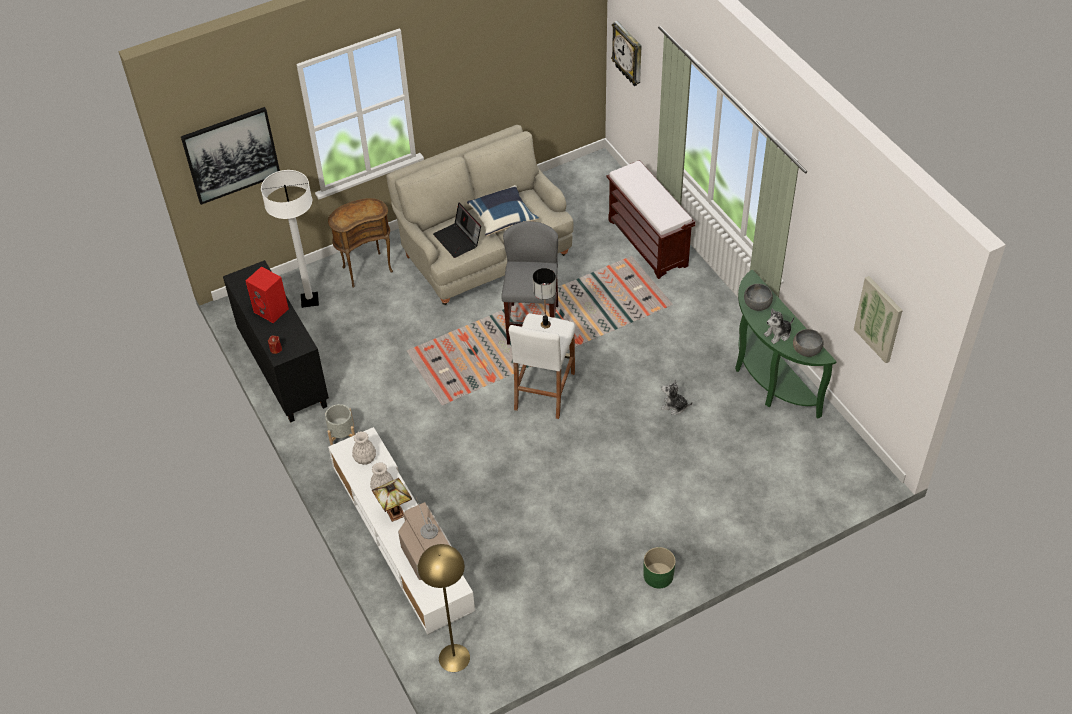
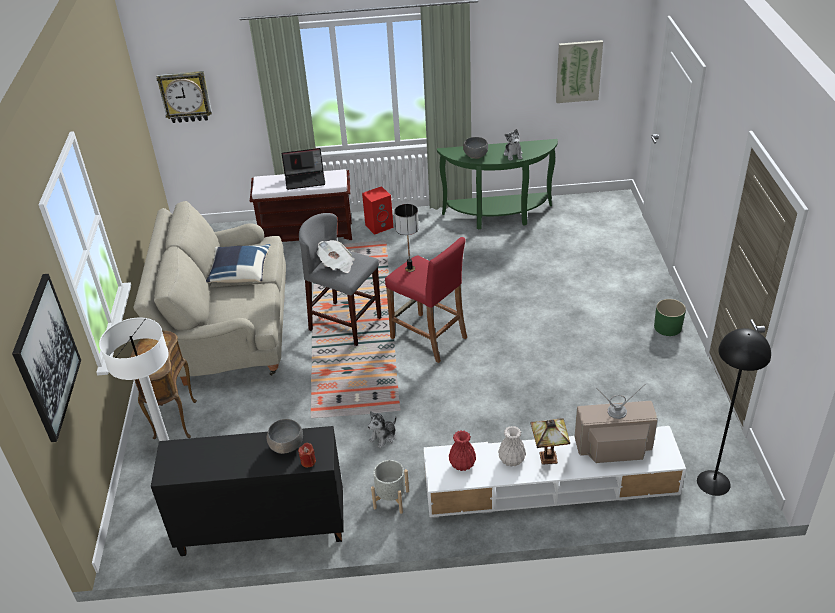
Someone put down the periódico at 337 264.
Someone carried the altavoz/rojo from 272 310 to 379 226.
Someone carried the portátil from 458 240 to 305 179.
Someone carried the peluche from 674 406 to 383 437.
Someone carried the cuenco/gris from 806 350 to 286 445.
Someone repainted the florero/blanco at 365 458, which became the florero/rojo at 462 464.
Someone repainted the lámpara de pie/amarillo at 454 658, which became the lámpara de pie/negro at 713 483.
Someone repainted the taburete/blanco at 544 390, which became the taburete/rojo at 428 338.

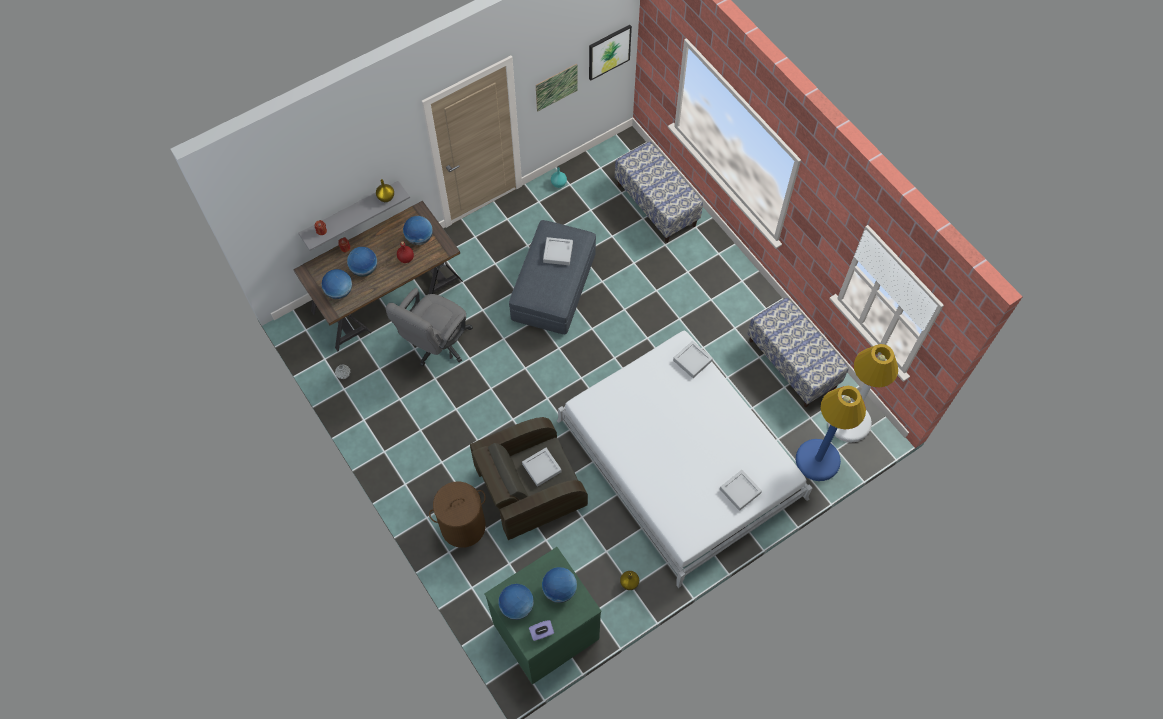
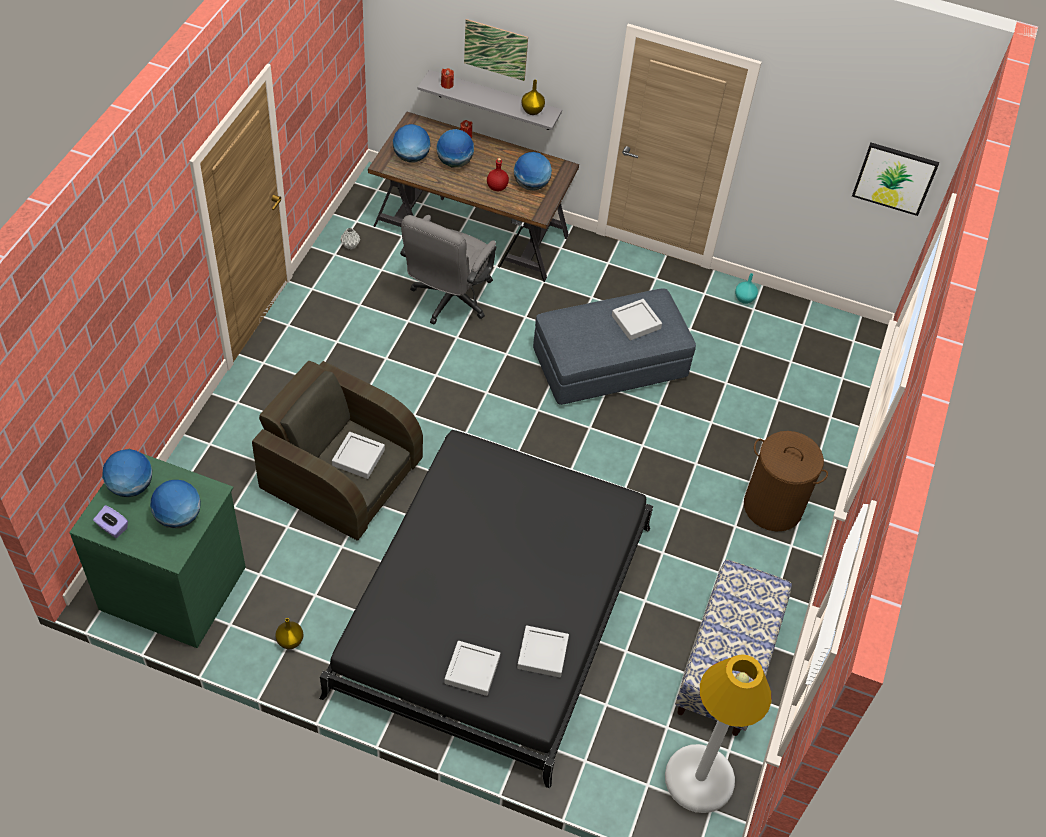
Someone took away the banco at 656 205.
Someone took away the lámpara de pie/azul at 817 460.
Someone carried the cesto de la ropa/marrón from 463 526 to 772 507.
Someone carried the cuadro from 556 87 to 495 49.
Someone carried the bandeja/gris from 692 361 to 542 653.
Someone repainted the cama/blanco at 680 459, which became the cama/negro at 493 608.
Someone rotated the silla de oficina/gris at 436 345 by 60 degrees counterclockwise.

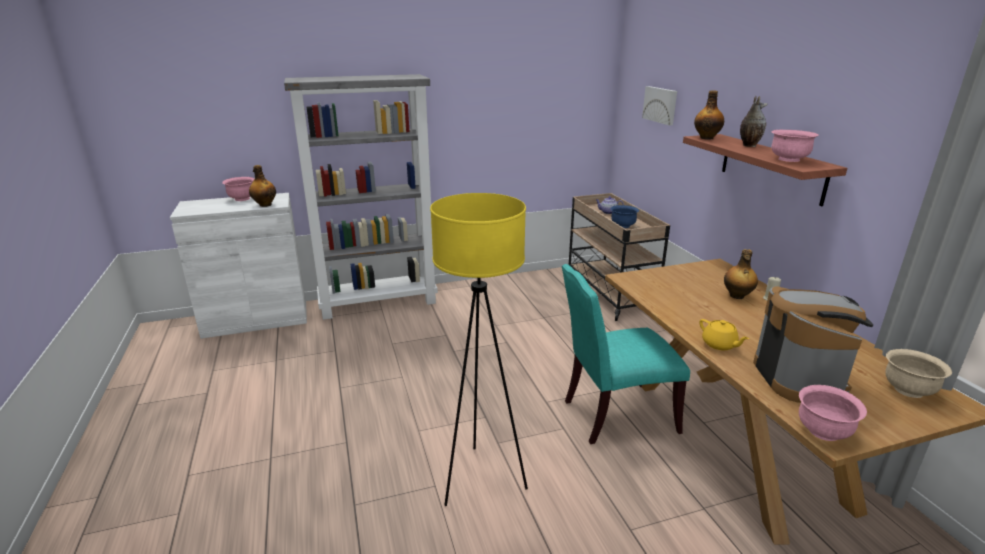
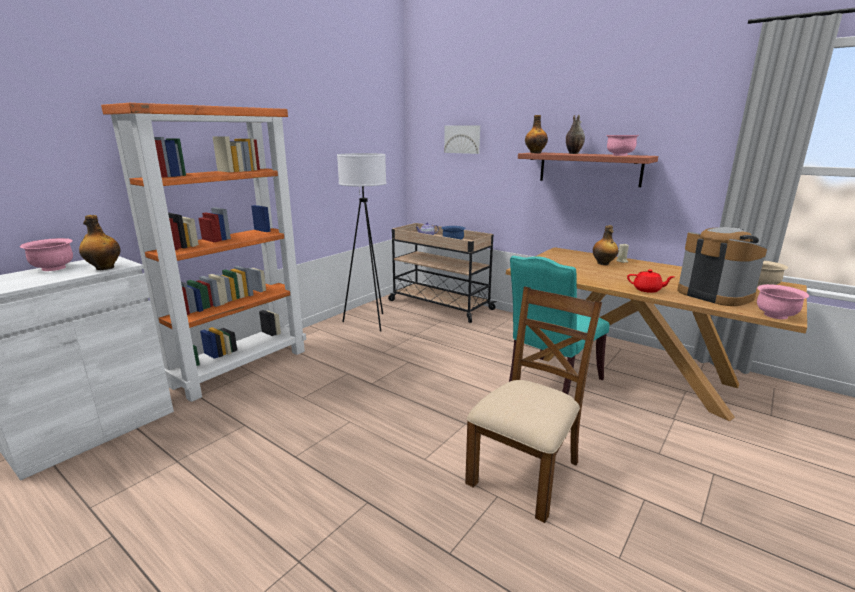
Someone put down the lámpara de pie/blanco at 369 322.
Someone swapped the lámpara de pie/amarillo at 481 480 for the silla/marrón at 526 472.
Someone repainted the estantería/gris at 379 302, which became the estantería/naranja at 242 367.
Someone repainted the tetera/amarillo at 719 345, which became the tetera/rojo at 647 290.

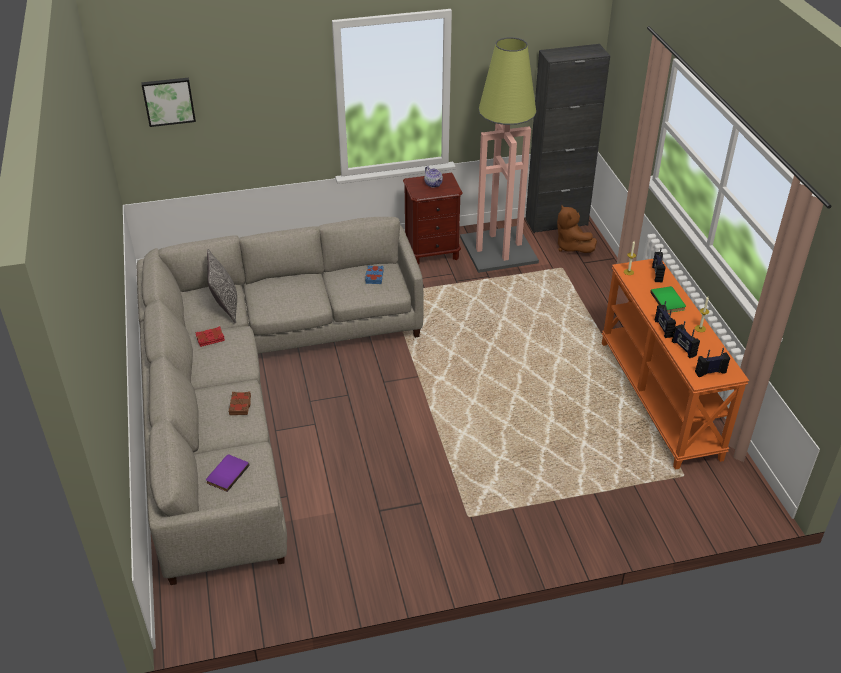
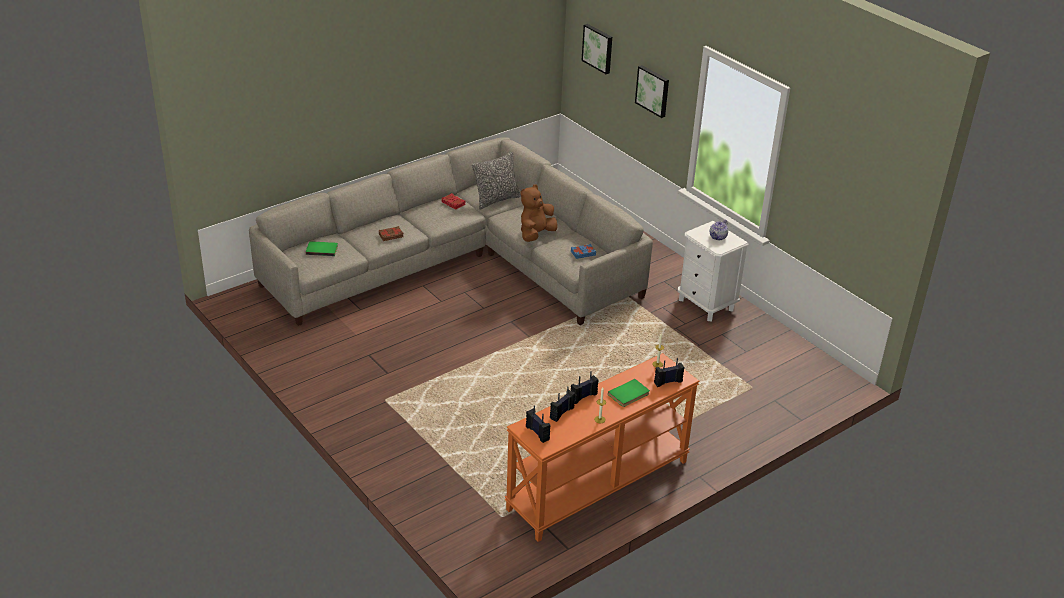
Someone took away the lámpara de pie at 499 249.
Someone took away the armario/negro at 556 222.
Someone put up the cuadro at 653 90.
Someone carried the peluche/marrón from 571 247 to 536 234.
Someone repainted the libro/morado at 226 473, which became the libro/verde at 322 249.
Someone repainted the mesita de noche/marrón at 432 252, which became the mesita de noche/blanco at 706 305.

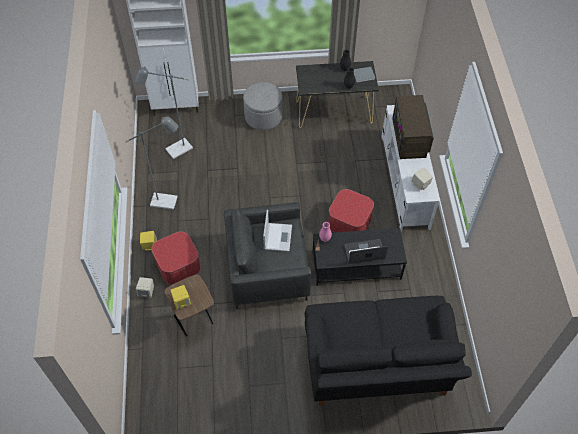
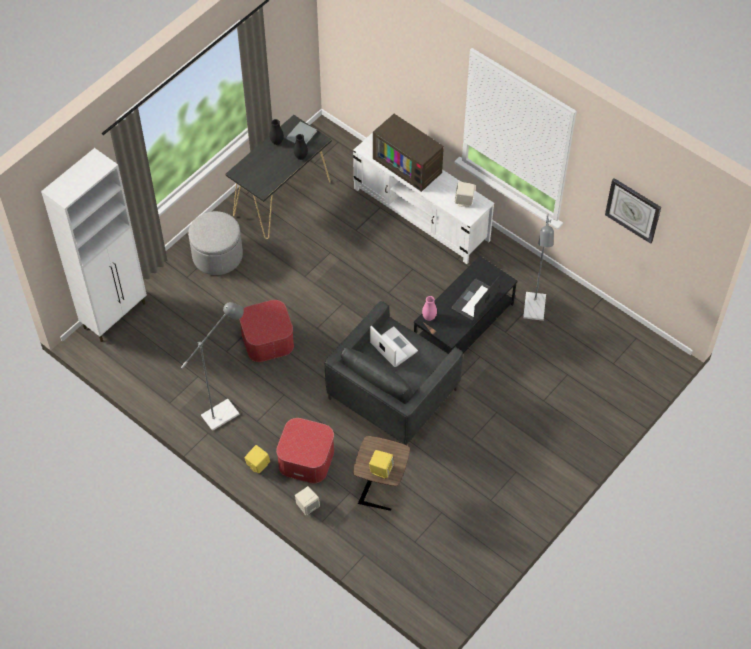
Someone took away the sofá/negro at 376 367.
Someone put up the reloj de pared at 633 210.
Someone carried the lámpara de pie/gris from 175 151 to 534 312.
Someone carried the puf from 349 221 to 267 339.

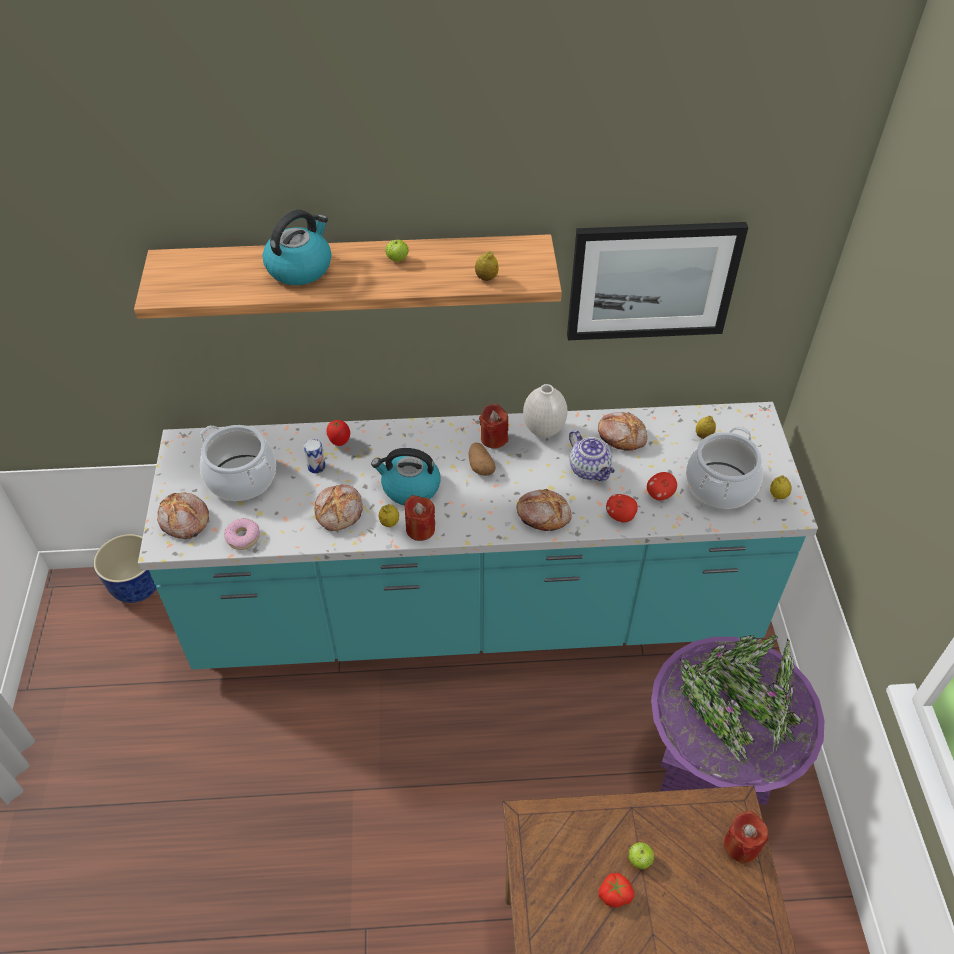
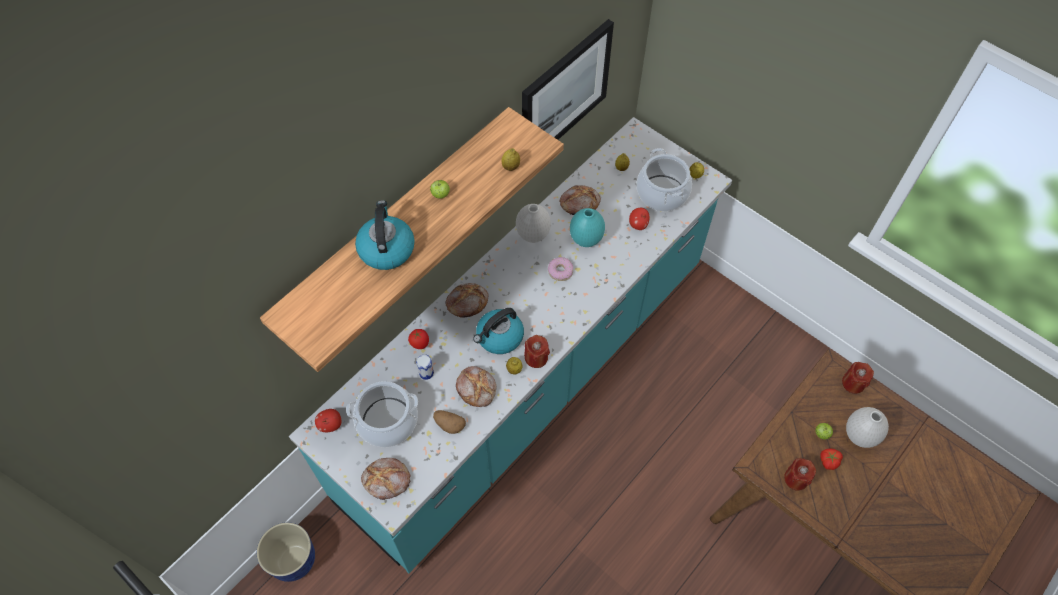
Someone took away the maceta/morado at 711 773.
Someone put down the florero/blanco at 858 436.
Someone carried the rosquilla from 243 537 to 560 271.
Someone carried the patata from 480 466 to 449 424.
Someone carried the vela/rojo from 494 438 to 796 479.
Someone carried the pan from 543 514 to 467 302.
Someone carried the manzana from 620 516 to 330 425.
Someone swapped the tetera at 590 470 for the florero/turquesa at 586 240.

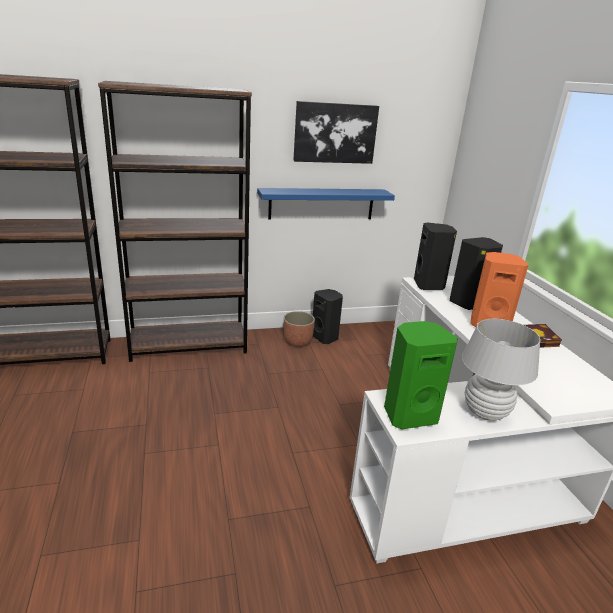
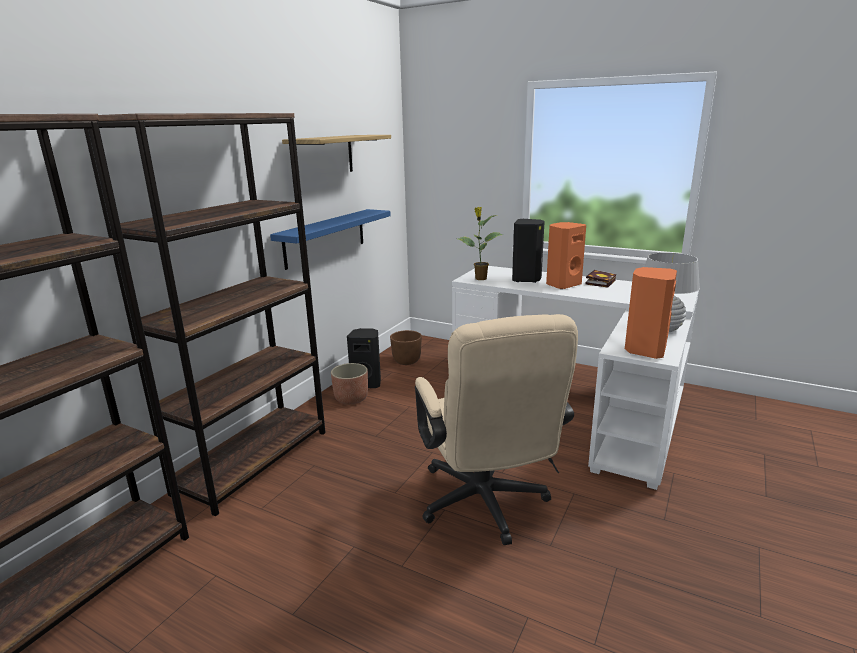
Someone put down the maceta/marrón at 406 362.
Someone put down the silla de oficina/beis at 486 506.
Someone swapped the cuadro at 335 133 for the estante at 324 156.
Someone swapped the altavoz/negro at 429 285 for the planta en maceta at 480 278.
Someone repainted the altavoz/verde at 409 414, which became the altavoz/naranja at 644 350.

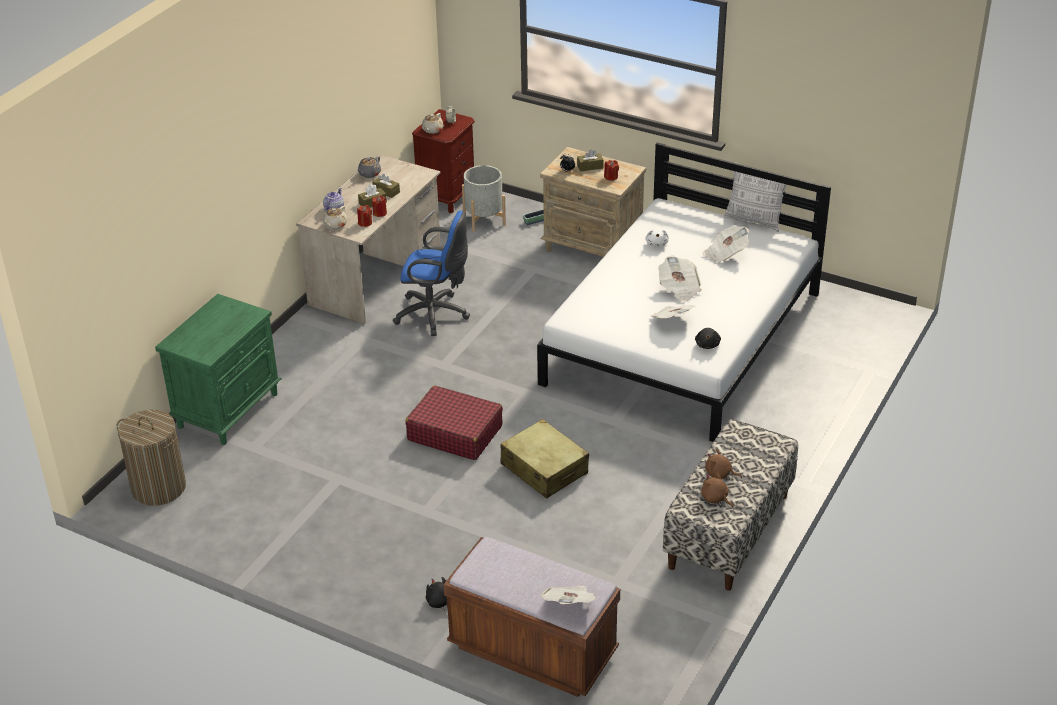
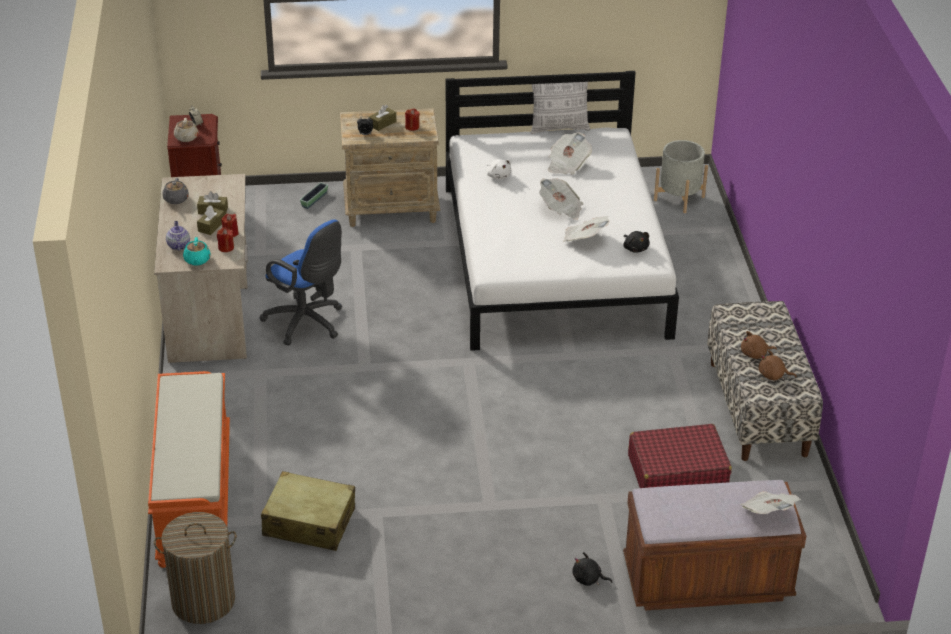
Someone carried the maleta/rojo from 454 433 to 677 472.
Someone carried the maceta/gris from 484 219 to 679 198.
Someone carried the maleta/beis from 544 469 to 309 522.
Someone swapped the mesita de noche/verde at 228 409 for the banco/naranja at 194 495.
Someone repainted the tetera/beis at 335 225, which became the tetera/turquesa at 197 260.
Someone rotated the silla de oficina/azul at 435 314 by 60 degrees clockwise.

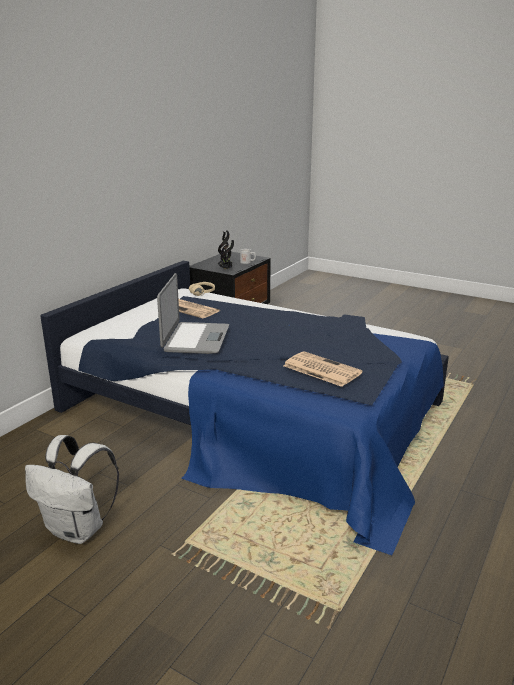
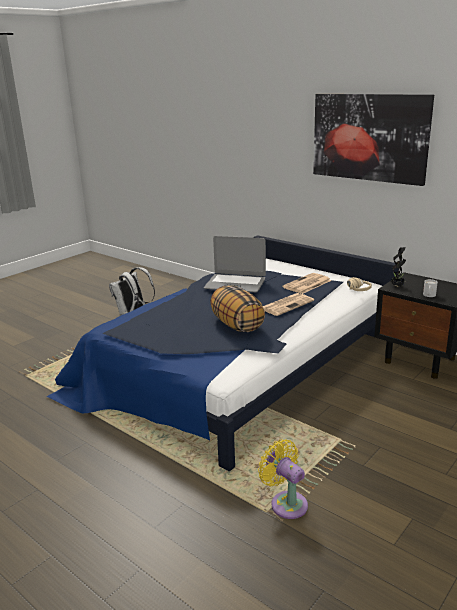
Someone put down the cojín at 237 325.
Someone put down the ventilador/amarillo at 286 502.
Someone put up the cuadro at 369 137.
Someone carried the periódico from 320 369 to 286 304.

